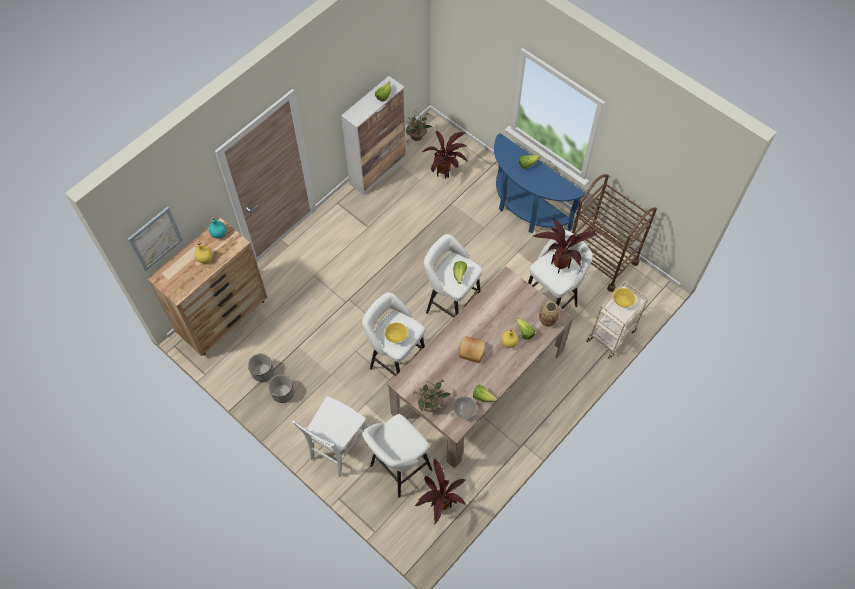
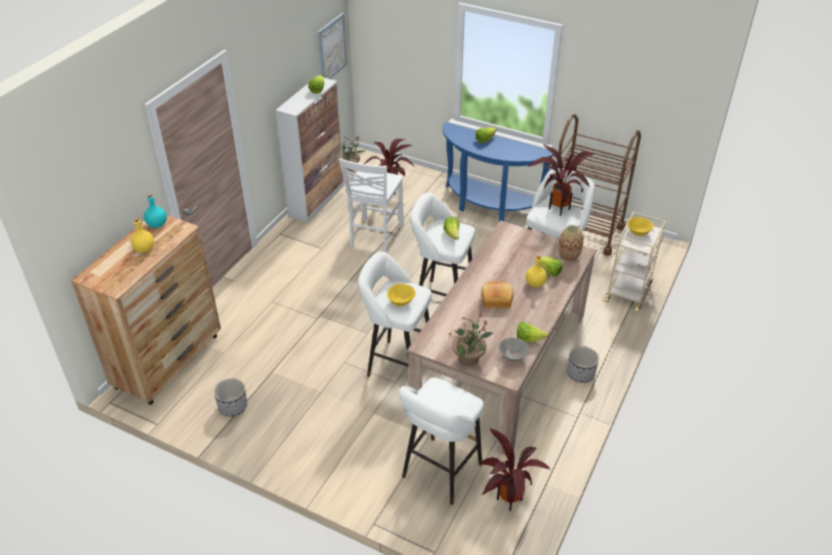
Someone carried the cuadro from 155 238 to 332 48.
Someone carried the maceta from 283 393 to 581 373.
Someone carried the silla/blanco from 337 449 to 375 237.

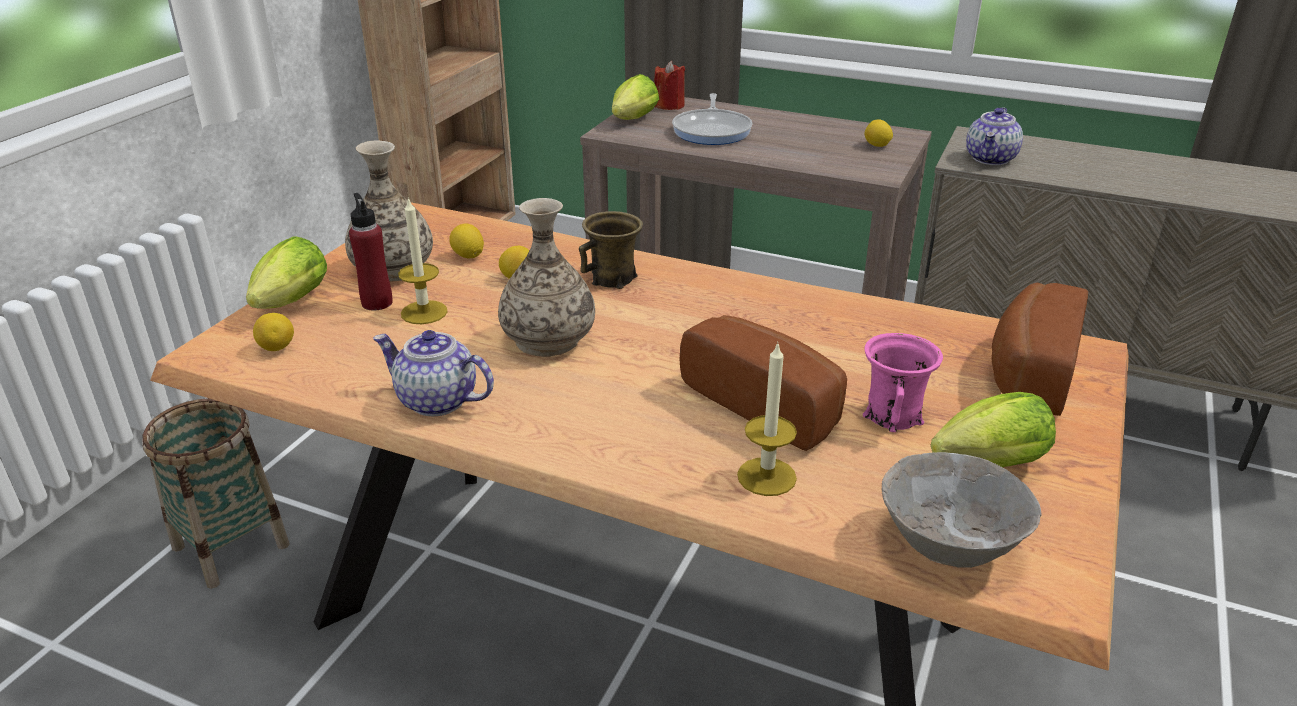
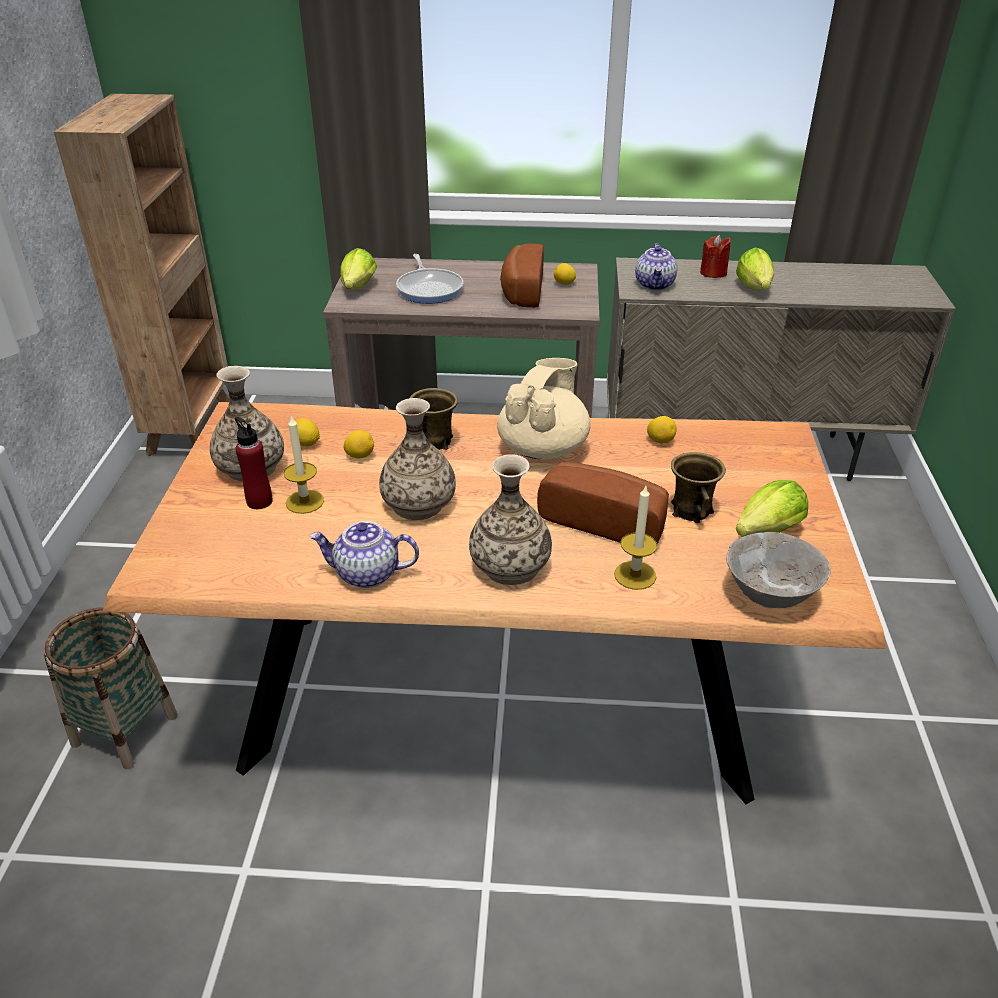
Someone put down the florero at 510 566.
Someone put down the tetera/beis at 543 448.
Someone carried the lechuga from 289 305 to 755 289.
Someone carried the limón from 277 348 to 660 441.
Someone carried the vela/rojo from 669 105 to 713 273.
Someone carried the pan from 1028 371 to 521 291.
Someone repainted the taza grande/rosa at 894 415, which became the taza grande/marrón at 692 510.

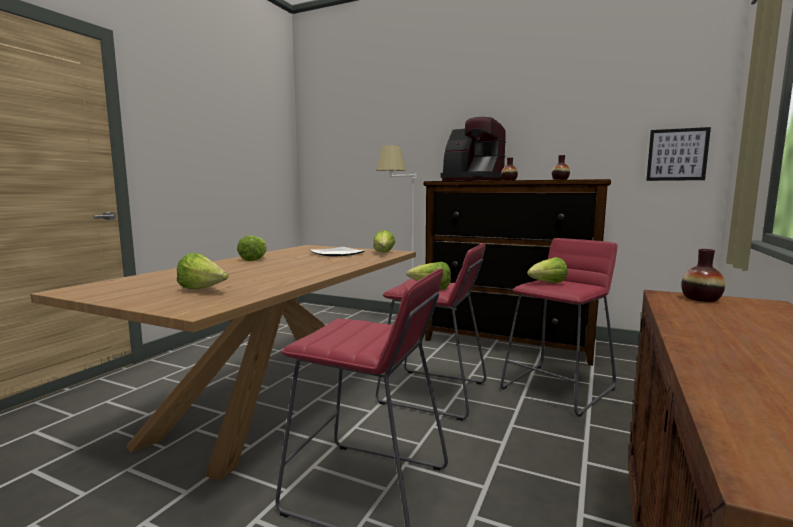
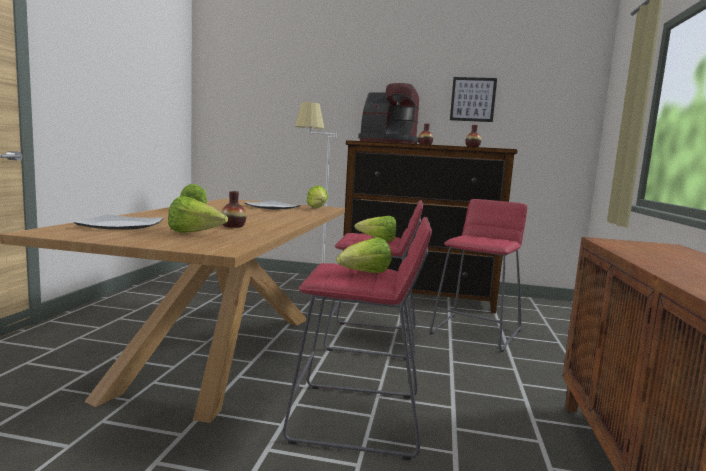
Someone put down the plato at 122 225.
Someone carried the lechuga from 547 283 to 364 274.
Someone carried the cuadro from 677 154 to 473 99.
Someone carried the florero from 701 299 to 233 226.

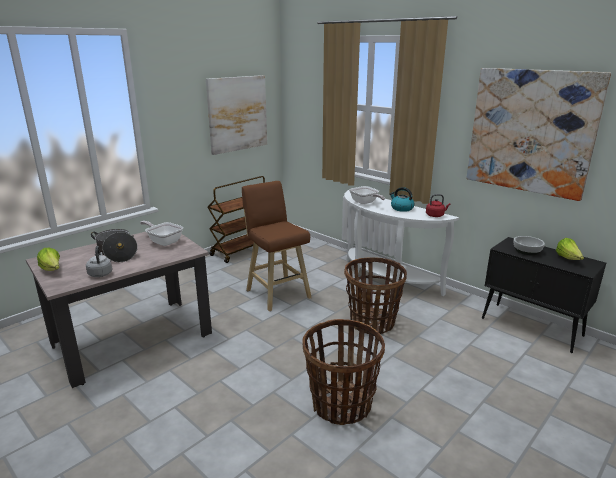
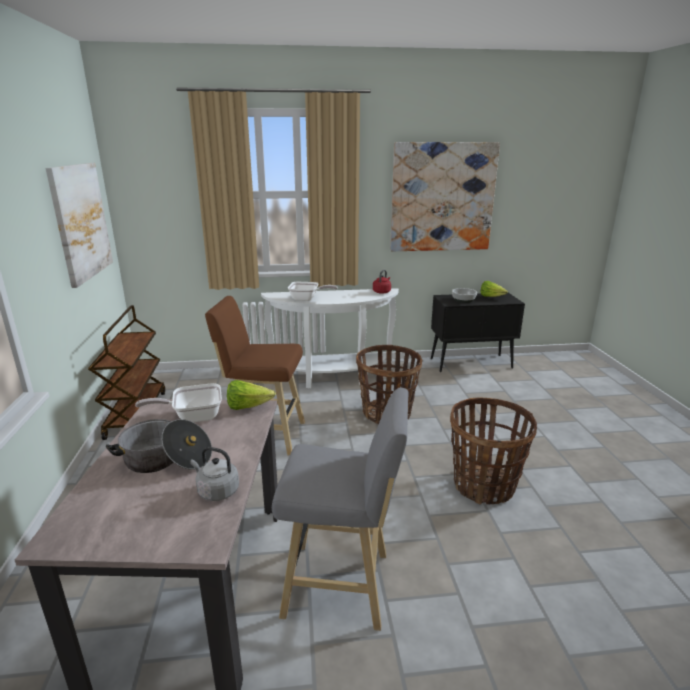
Someone took away the hervidor at 401 208.
Someone put down the taburete/gris at 343 586.
Someone carried the lechuga from 52 270 to 248 407.

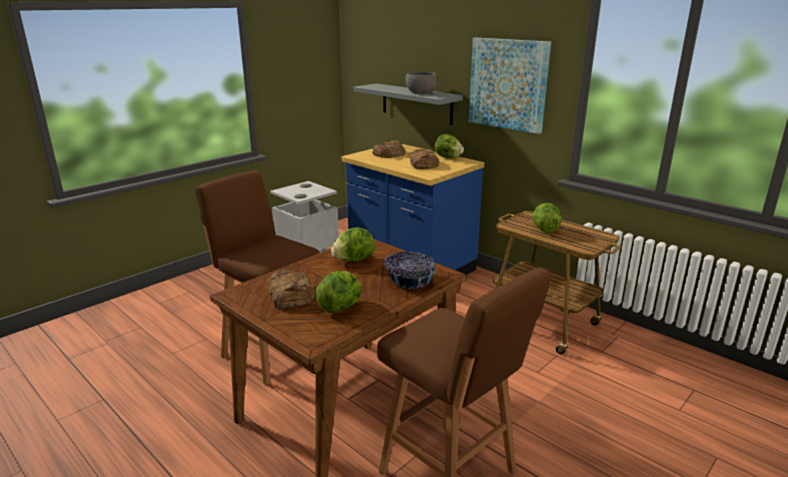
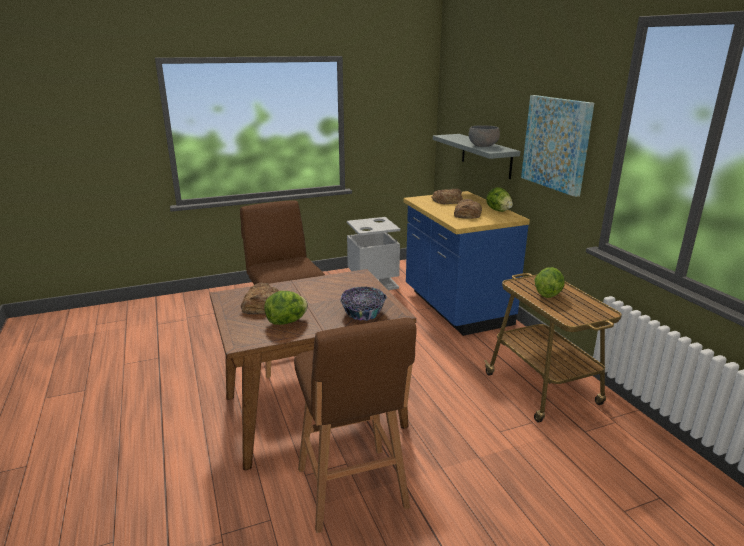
Someone took away the lechuga at 353 260.

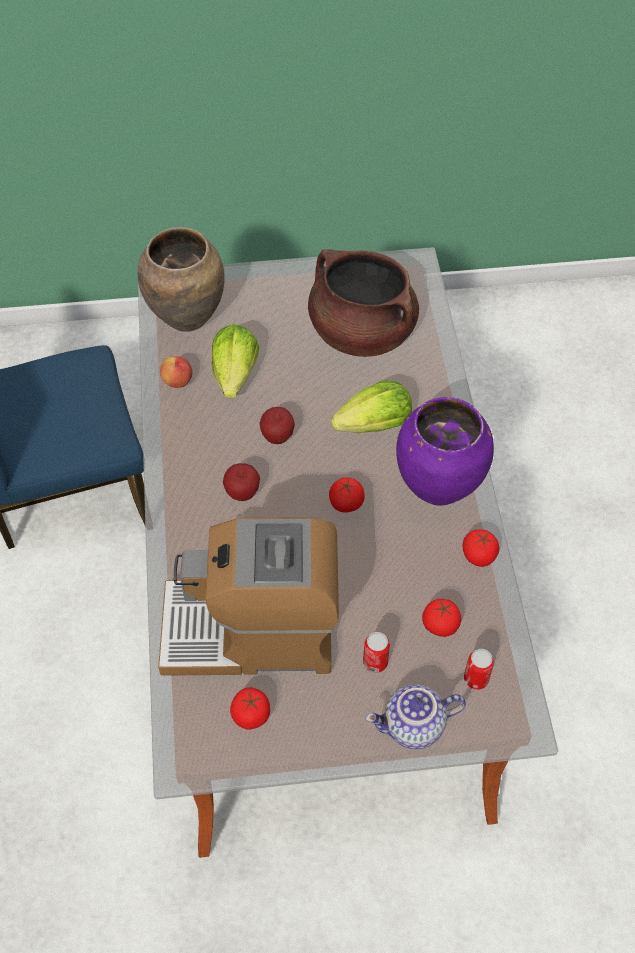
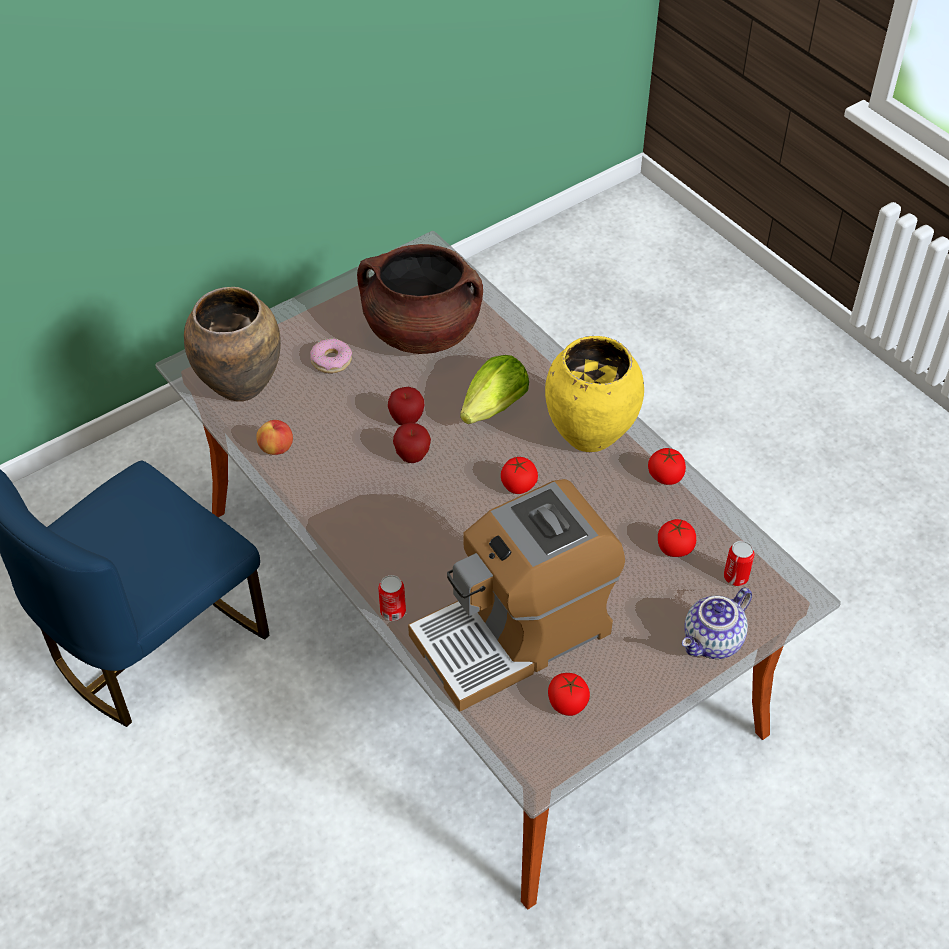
Someone took away the lechuga at 235 375.
Someone put down the rosquilla at 331 361.
Someone carried the manzana from 242 494 to 406 420.
Someone carried the lata from 375 662 to 393 611.
Someone repainted the florero/morado at 438 486, which became the florero/amarillo at 589 435.

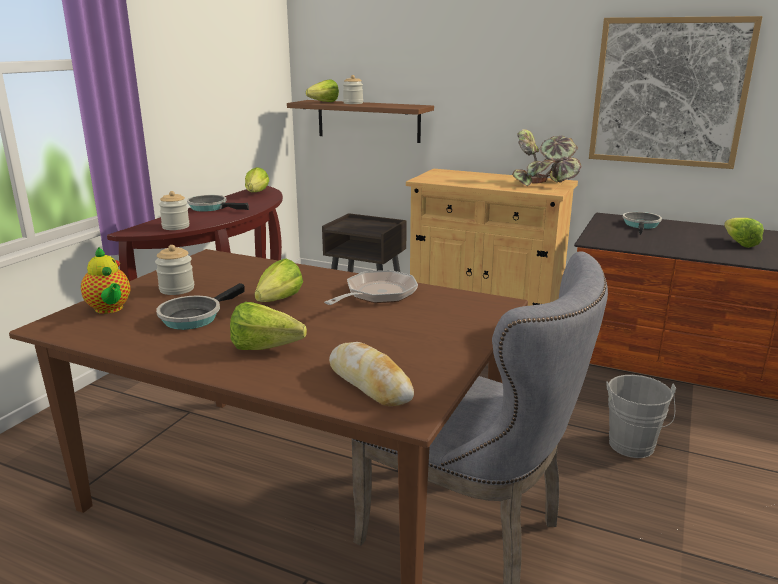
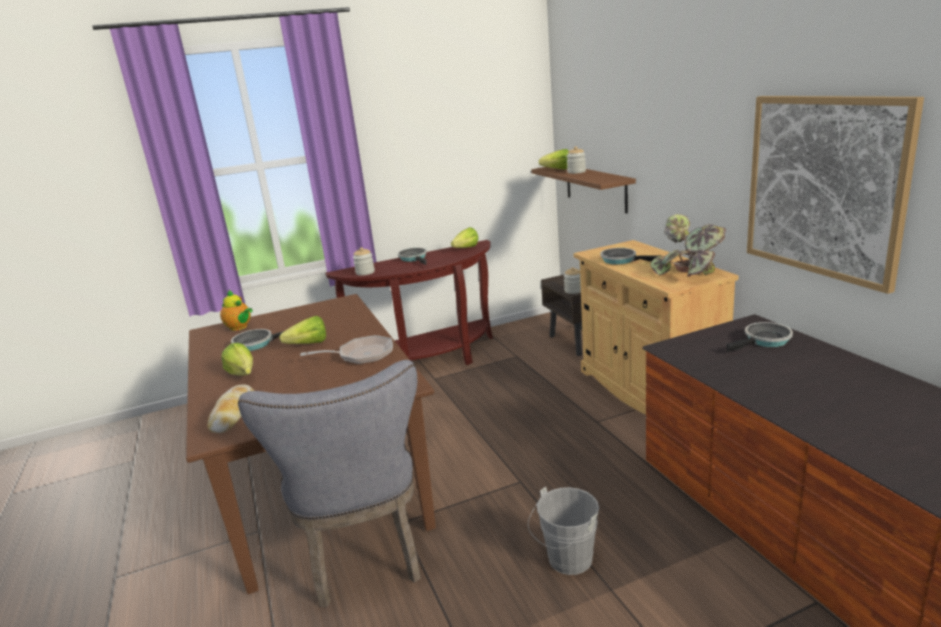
Someone took away the lechuga at 738 242.
Someone put down the sartén at 621 260.
Someone carried the tarro from 177 289 to 573 291.
Someone rotated the tetera at 110 309 by 60 degrees counterclockwise.

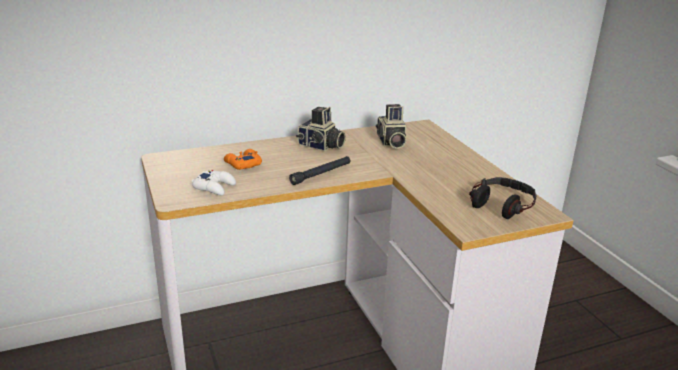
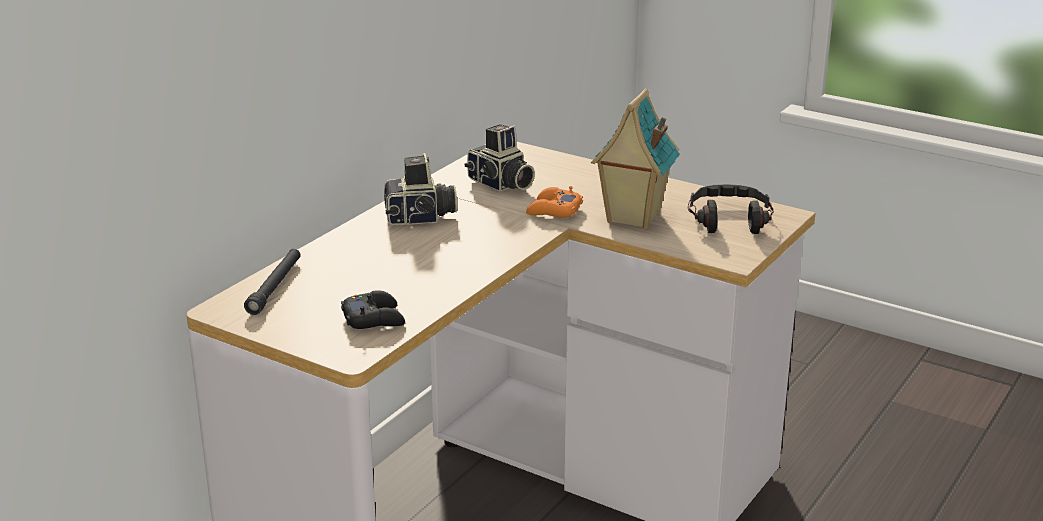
Someone put down the casita at 632 218.
Someone carried the mando de consola/naranja from 242 164 to 553 210.
Someone carried the linterna/negro from 321 174 to 275 287.
Someone repainted the mando de consola/blanco at 214 187, which became the mando de consola/negro at 374 318.

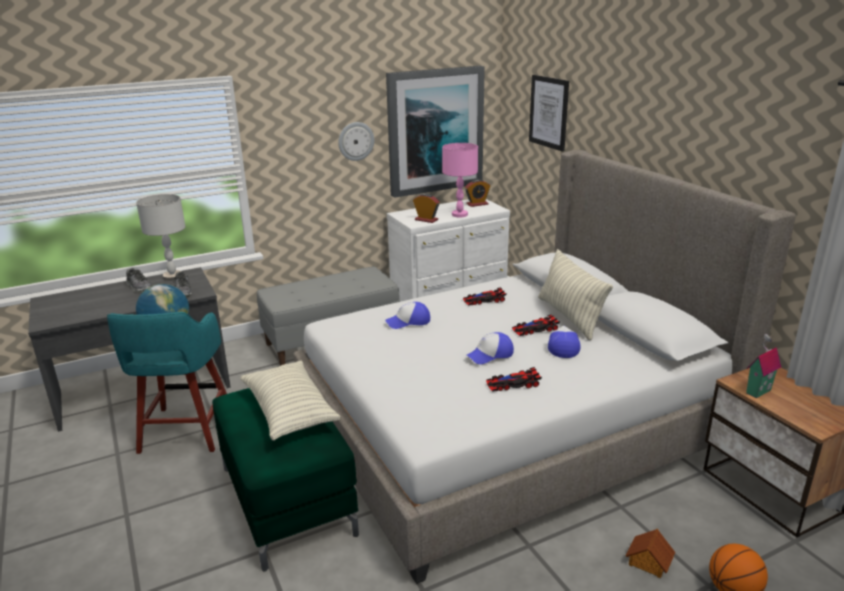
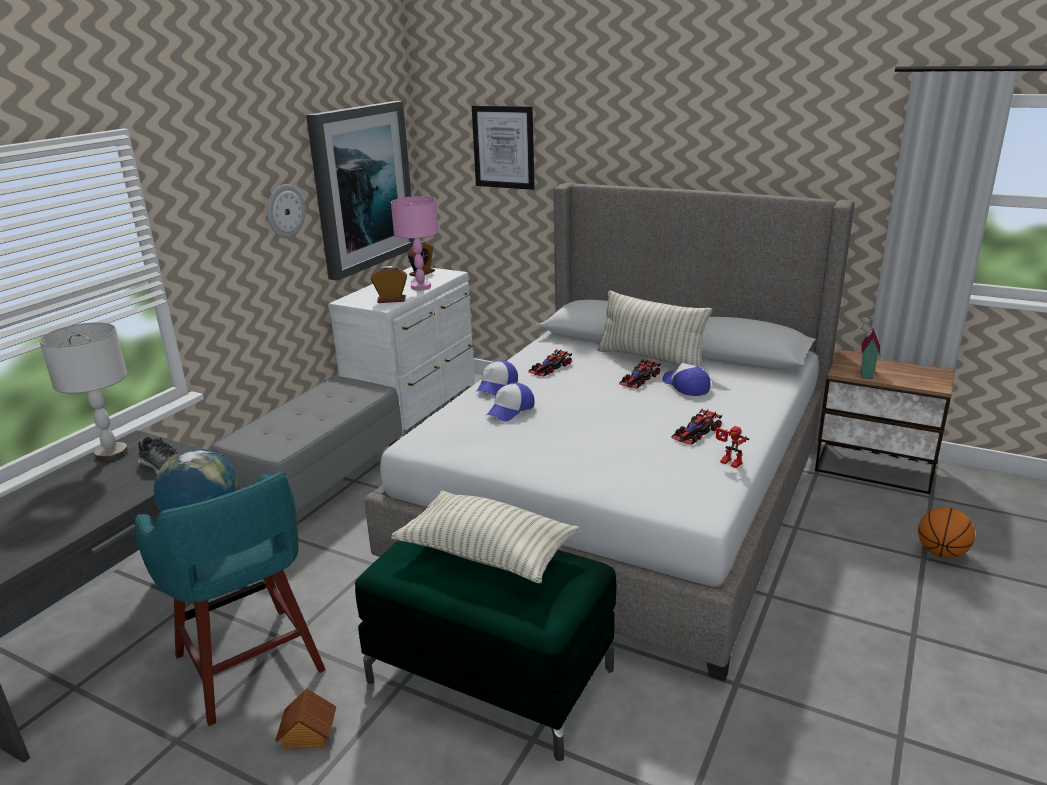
Someone took away the zapato at 139 287.
Someone put down the robot de juguete at 728 463.
Someone carried the gorra from 490 355 to 497 385.
Someone carried the casita from 648 562 to 307 734.

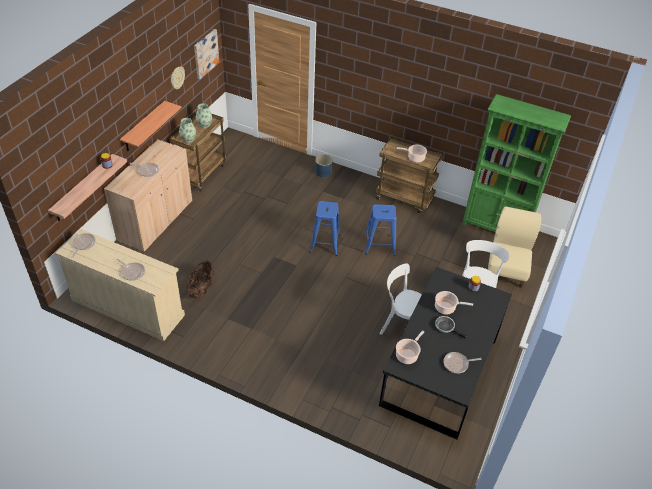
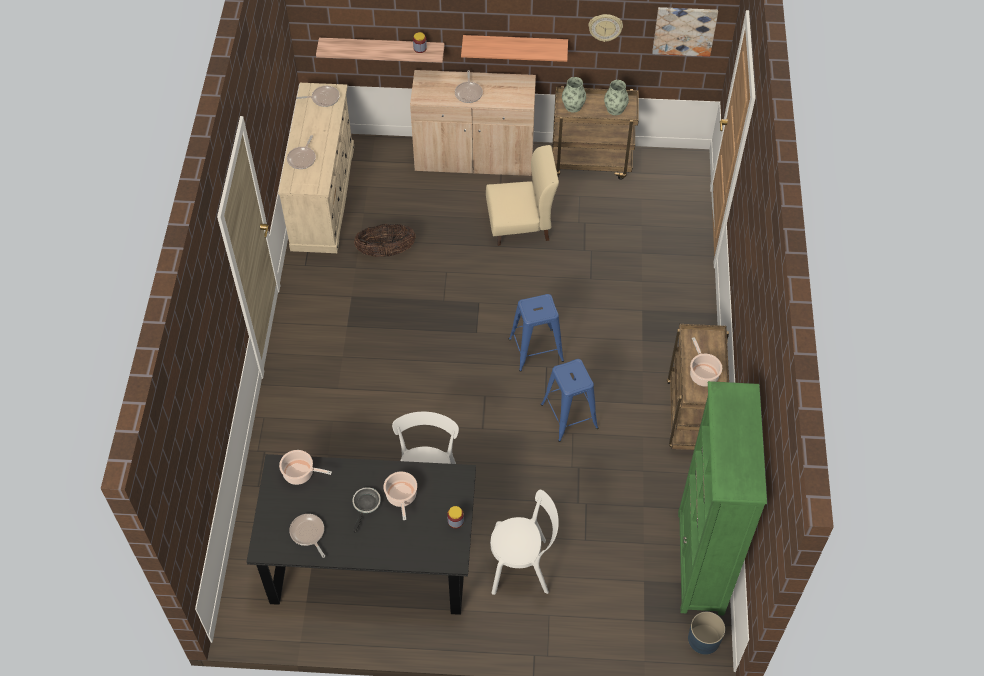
Someone carried the maceta/azul from 323 172 to 704 639.
Someone carried the silla/beis from 506 270 to 520 225.

